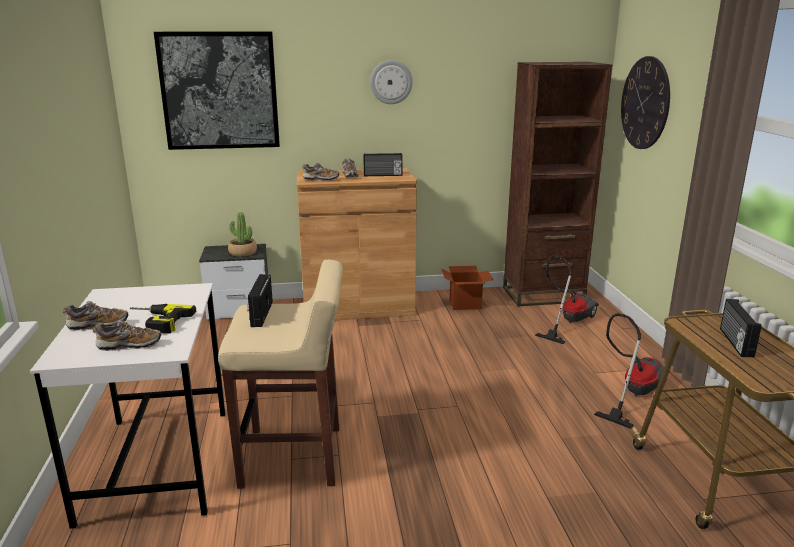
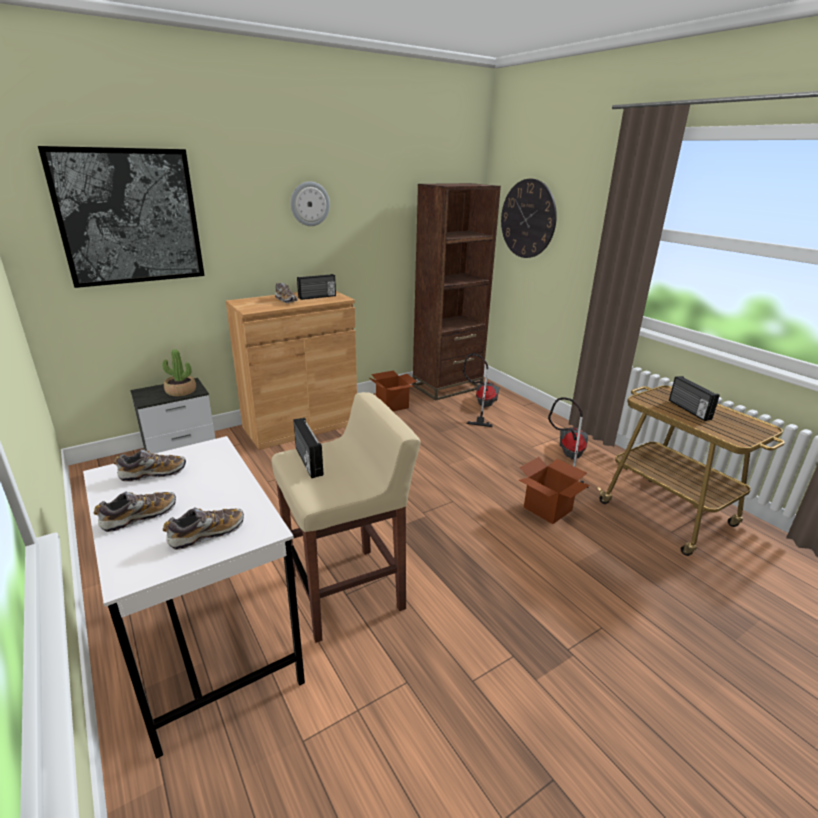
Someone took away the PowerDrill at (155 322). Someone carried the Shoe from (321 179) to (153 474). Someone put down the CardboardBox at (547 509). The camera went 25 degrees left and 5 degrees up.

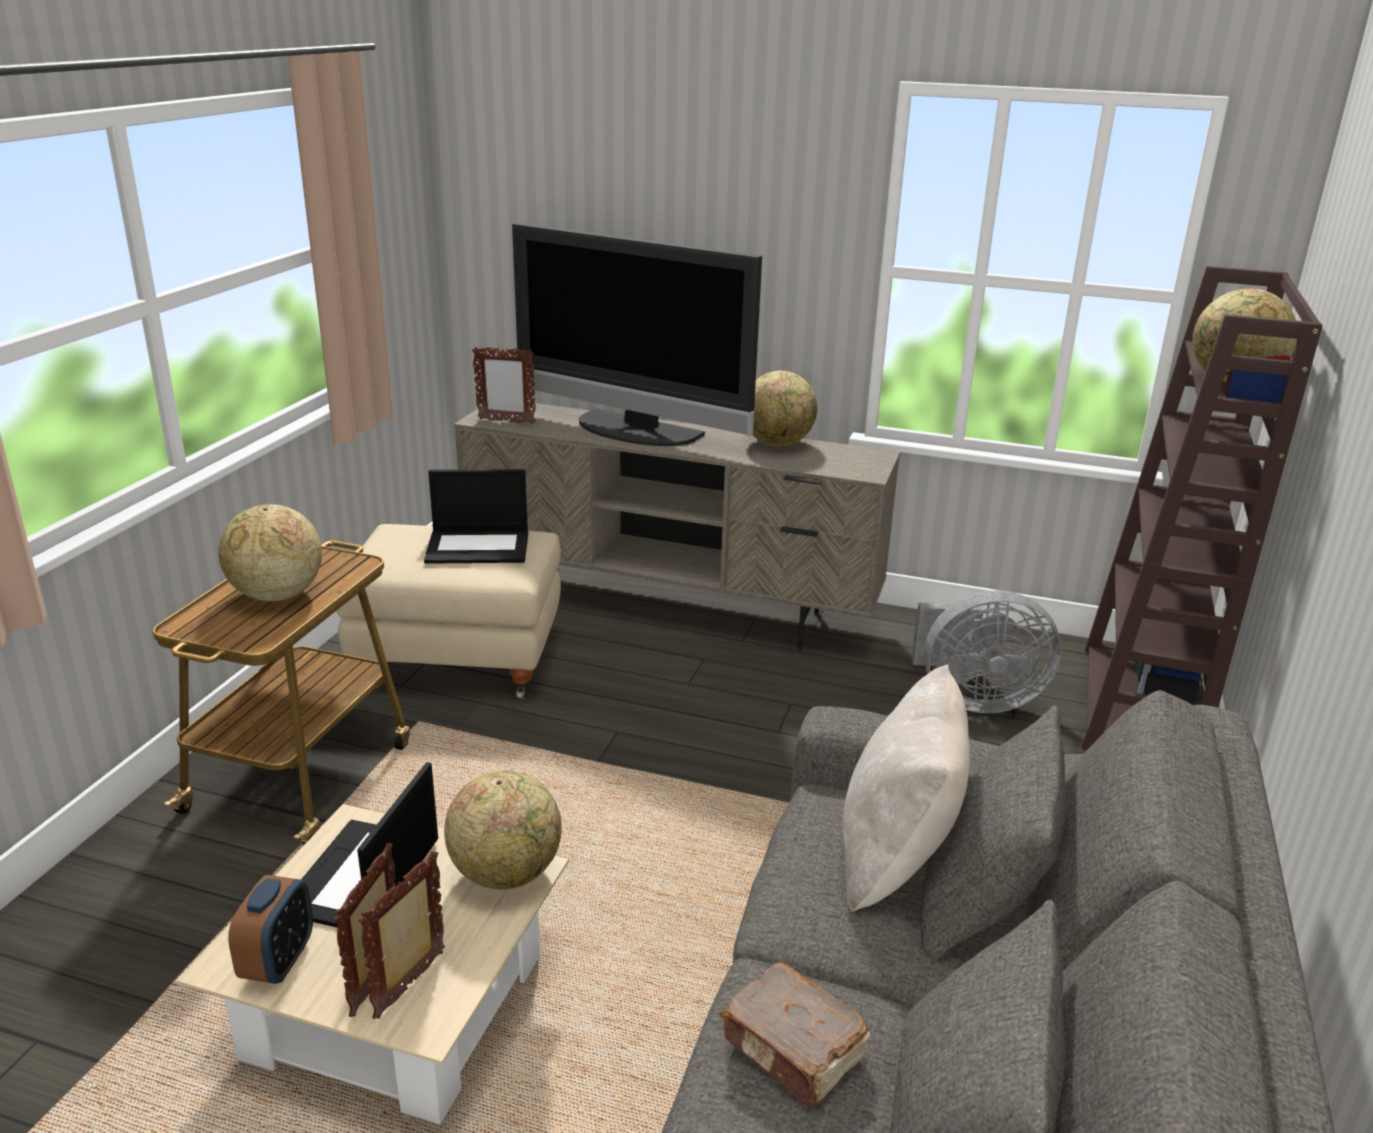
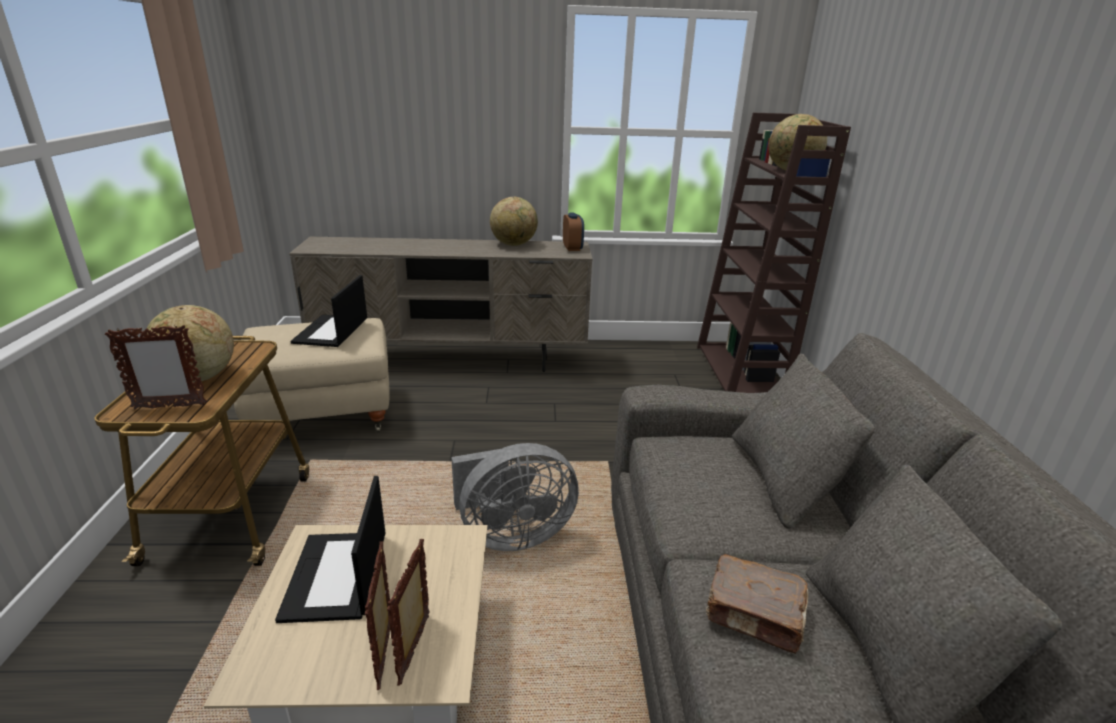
Someone carried the AlarmClock from (278 962) to (572 248). Someone rotated the Laptop at (479 547) by 120 degrees clockwise. Someone took away the Globe at (506 873). Someone carried the PictureFrame from (506 421) to (169 406). Someone took away the Television at (633 431). Someone took away the BeigePillow at (896 856). Someone carried the GreyFan from (974 699) to (511 535). The camera went 20 degrees left and 0 degrees up.

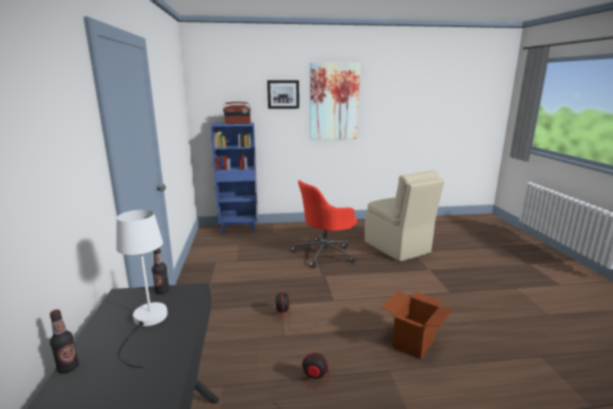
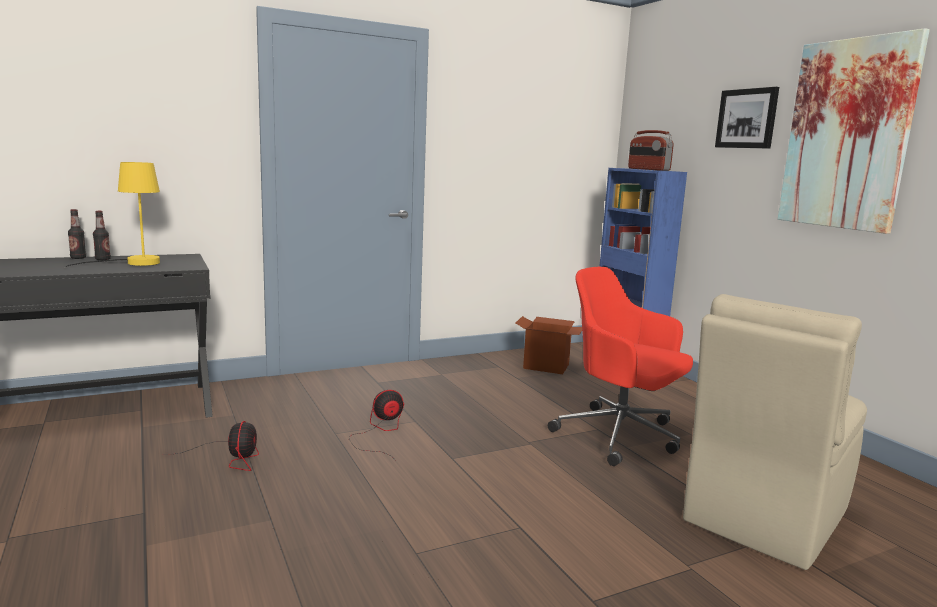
Someone repainted the WhiteTableLamp at (146 323), which became the YellowTableLamp at (133 263). Someone carried the Bottle from (162 290) to (102 259). Someone carried the CardboardBox from (413 342) to (546 366). The camera went 70 degrees right and 5 degrees down.

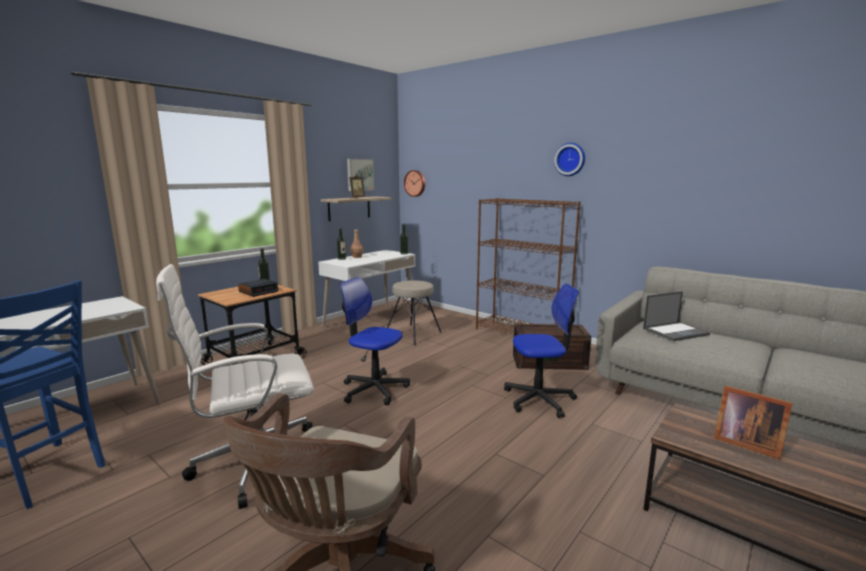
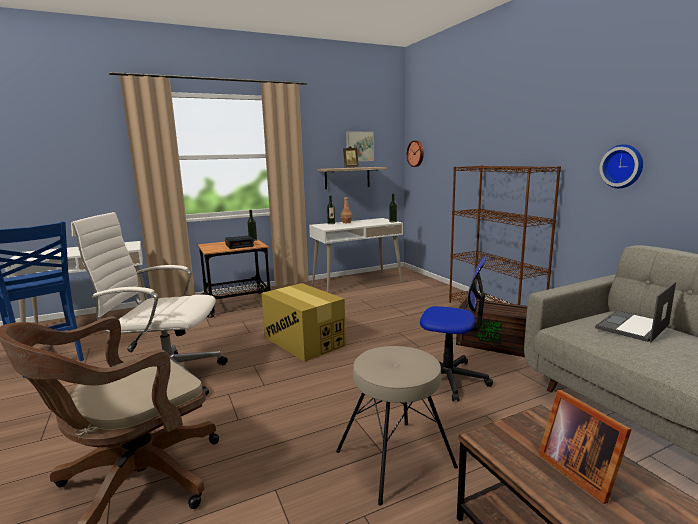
Someone swapped the OfficeChair at (374 389) for the CardboardBox at (304 341). Someone carried the BeigeStool from (413 334) to (396 459). Someone carried the WallClock from (570 159) to (623 166). Someone rotated the Laptop at (675 331) by 135 degrees clockwise. The camera went 25 degrees right and 0 degrees up.

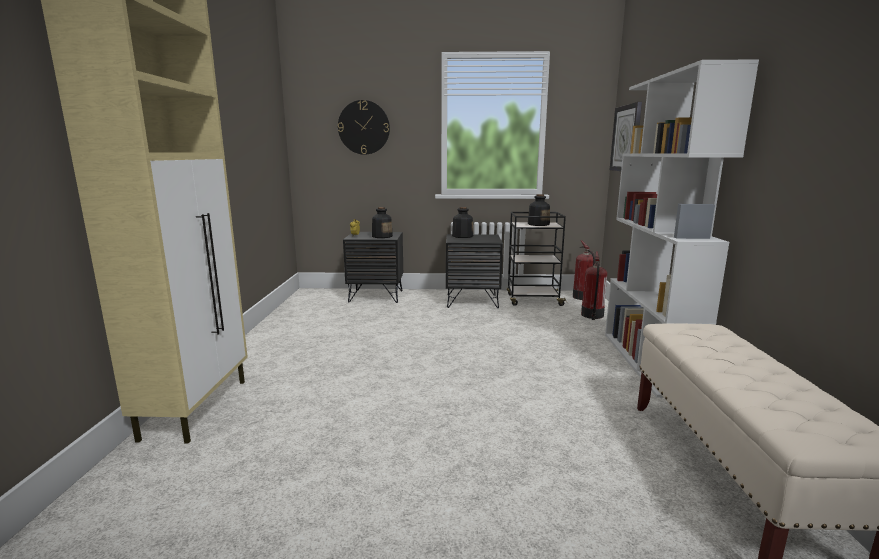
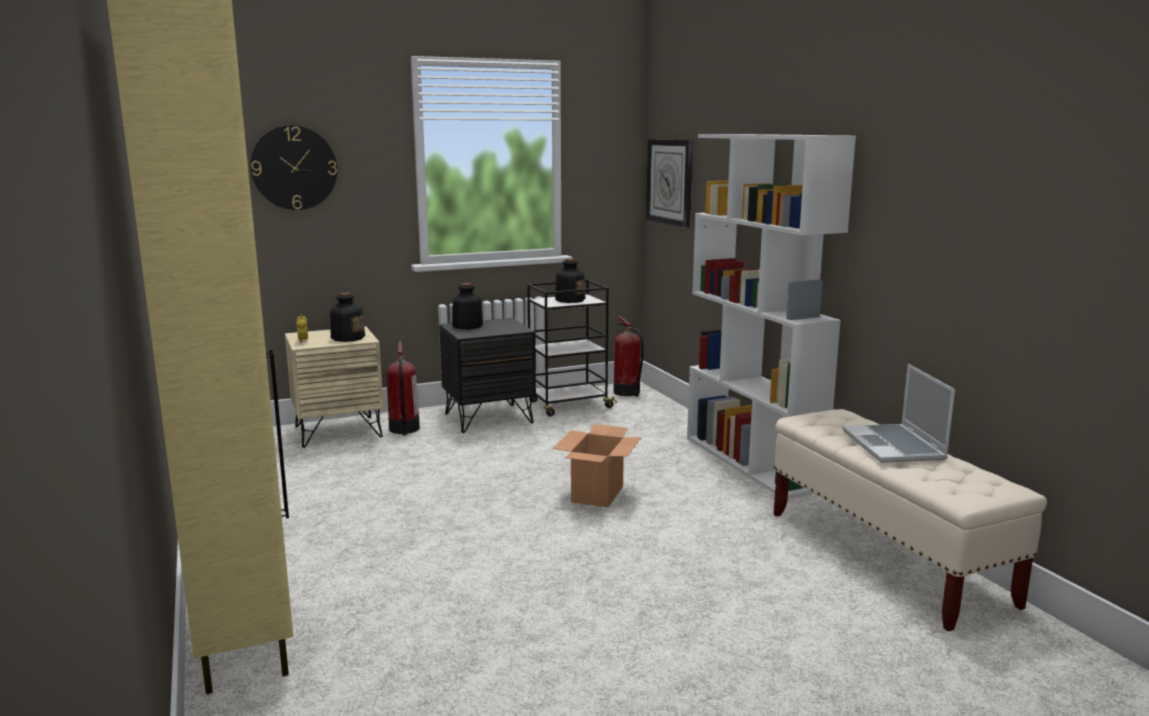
Someone repainted the BlackNightstand at (376 296), which became the BeigeNightstand at (338 431). Someone carried the FireExtinguisher from (592 315) to (404 429). Someone put down the CardboardBox at (597 494). Someone put down the Laptop at (895 446). The camera went 25 degrees left and 0 degrees up.

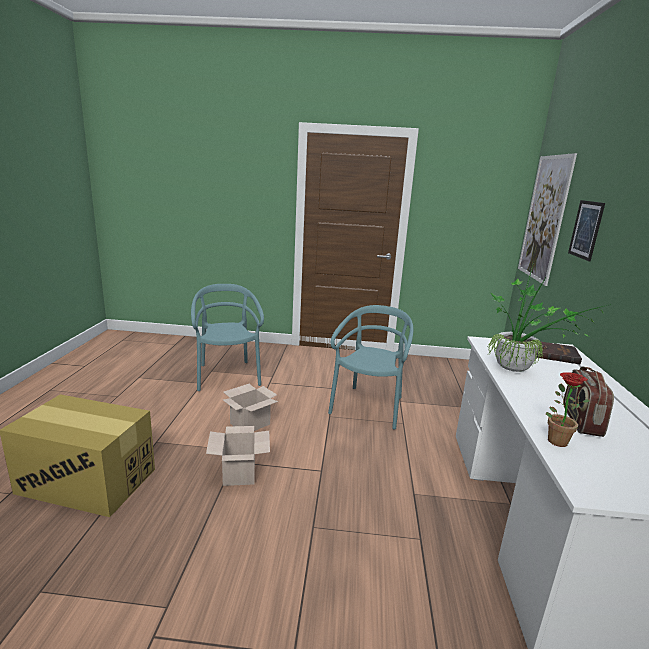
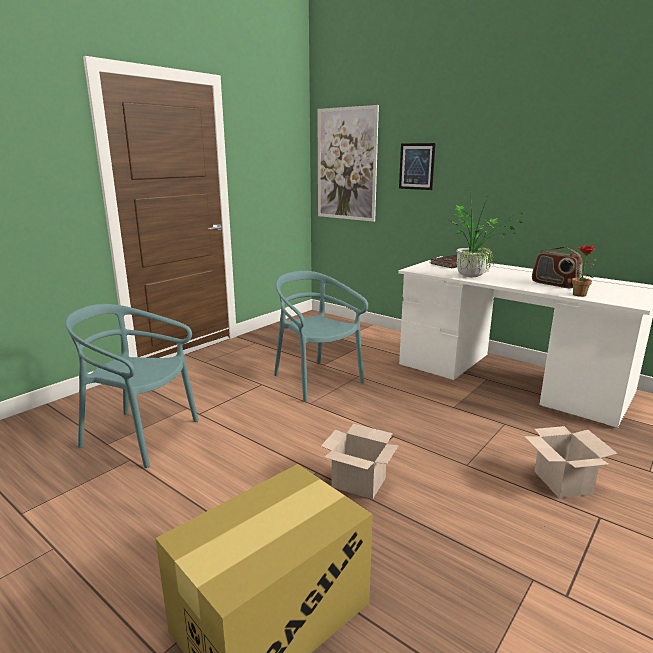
Someone carried the CardboardBox from (250 423) to (561 482). The camera went 55 degrees left and 0 degrees up.

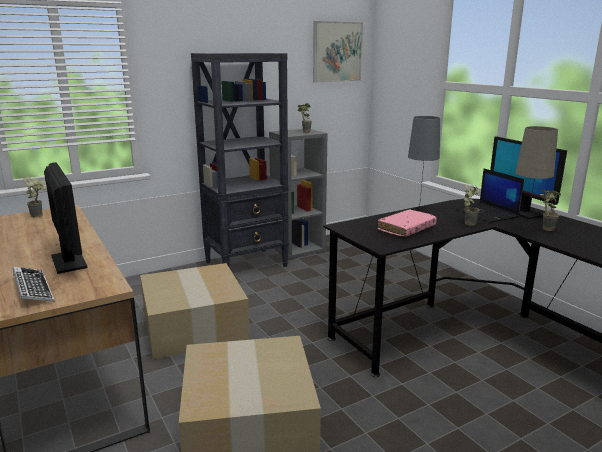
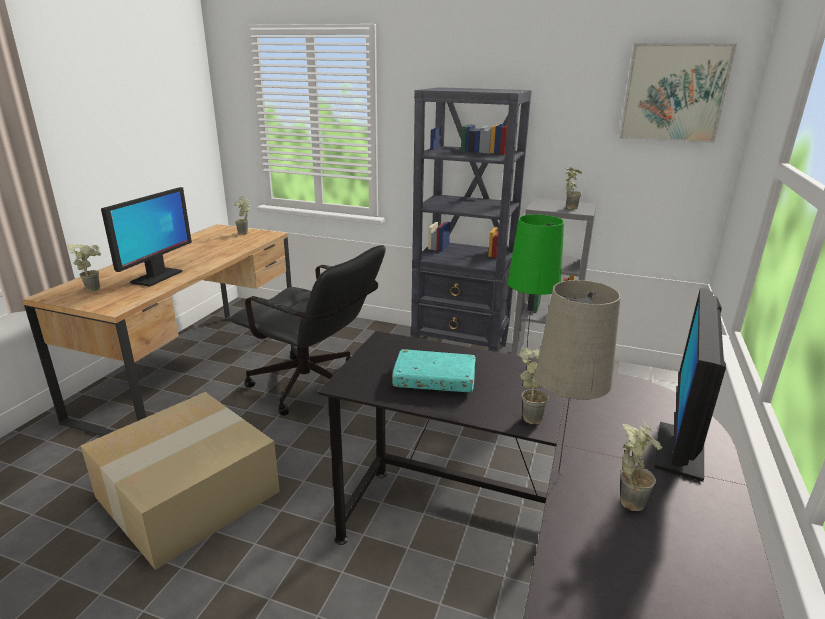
Someone swapped the Keyboard at (33 289) for the PottedPlant at (94 288). Someone swapped the CardboardBox at (196 326) for the BlackOfficeChair at (314 387). Someone repainted the PinkBook at (406 229), which became the TurquoiseBook at (434 379). Someone repainted the GreyTableLamp at (419 211), which became the GreenTableLamp at (524 367). Someone took away the Laptop at (486 213). The camera went 50 degrees right and 5 degrees up.

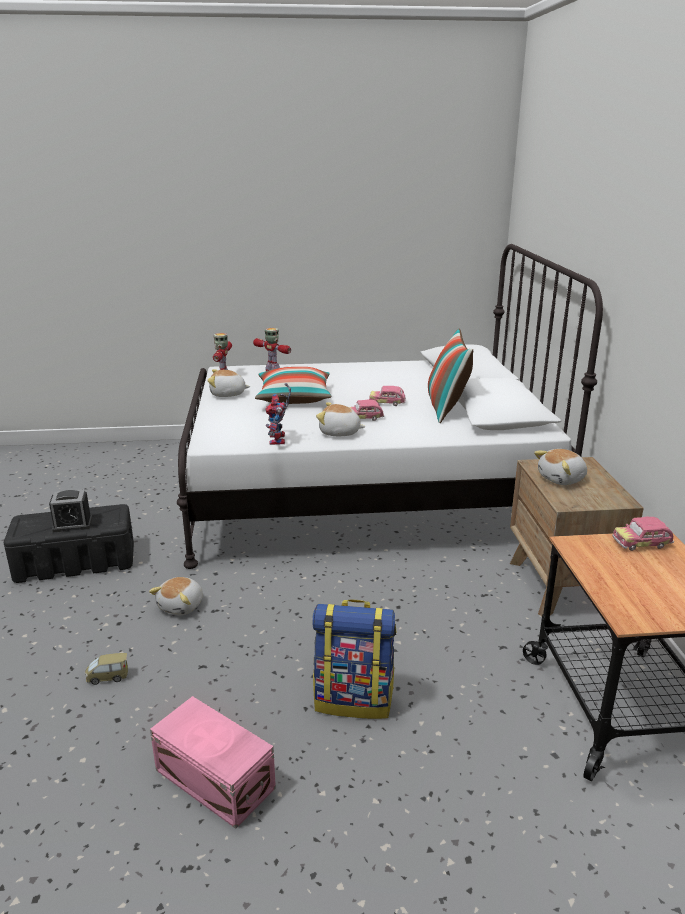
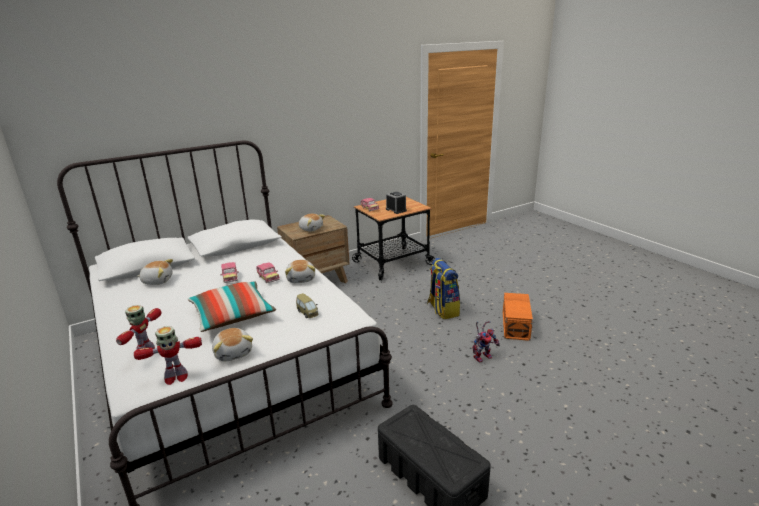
Someone carried the AlarmClock from (72 524) to (396 210). Someone carried the ToyCar from (108 677) to (307 313). Someone carried the PlushToy from (182 606) to (157 280). Someone repainted the PinkStorageBox at (215 781), which became the OrangeStorageBox at (516 325). Someone carried the ToyRobot from (279 440) to (483 356). Someone took away the Pillow at (447 409). The camera went 115 degrees left and 0 degrees up.

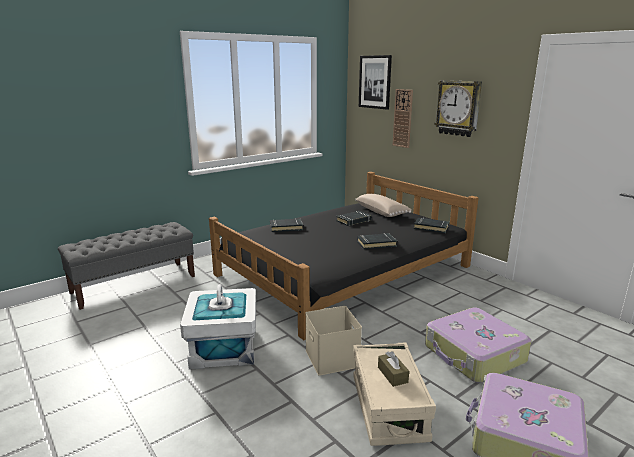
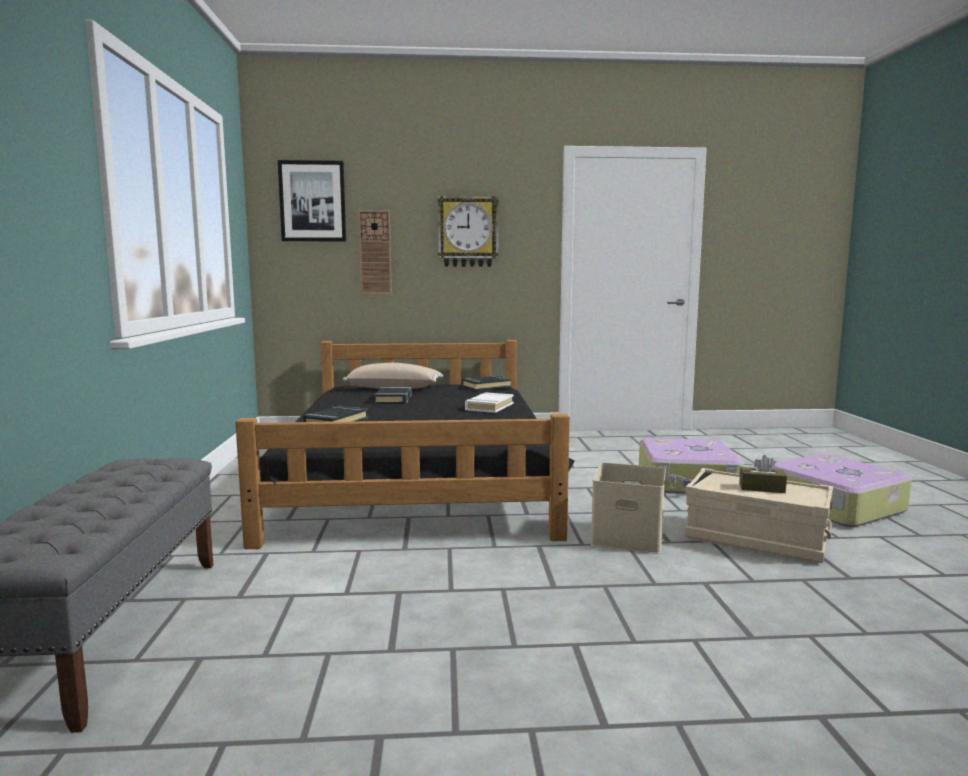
Someone took away the WhiteStorageBox at (224 348). Someone repainted the BlackBook at (376 244), which became the WhiteBook at (489 407). The camera went 55 degrees left and 10 degrees down.

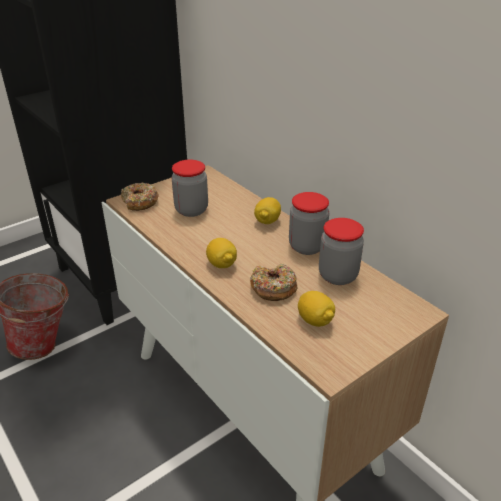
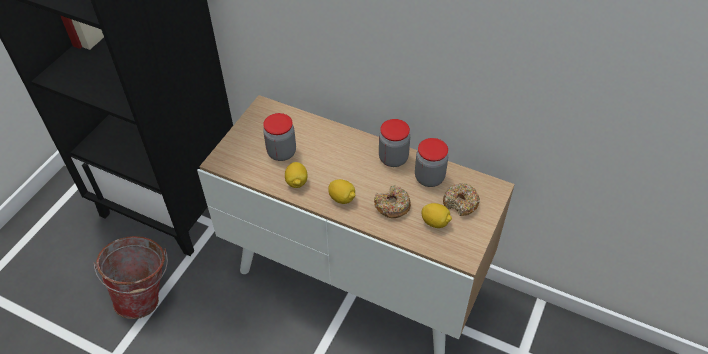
Someone carried the Donut from (140 202) to (460 203). Someone carried the Lemon from (267 221) to (296 182). The camera went 25 degrees left and 15 degrees up.

